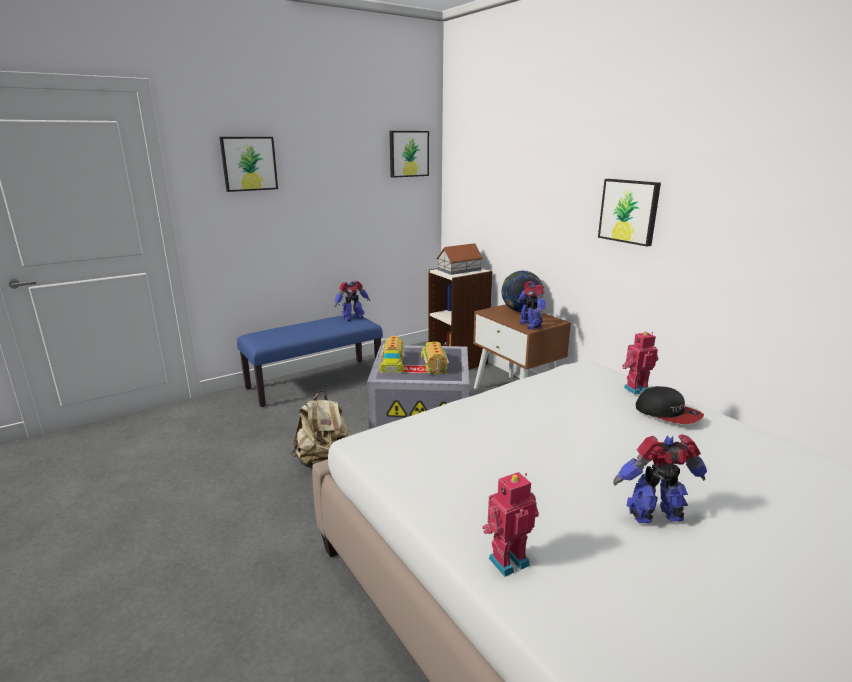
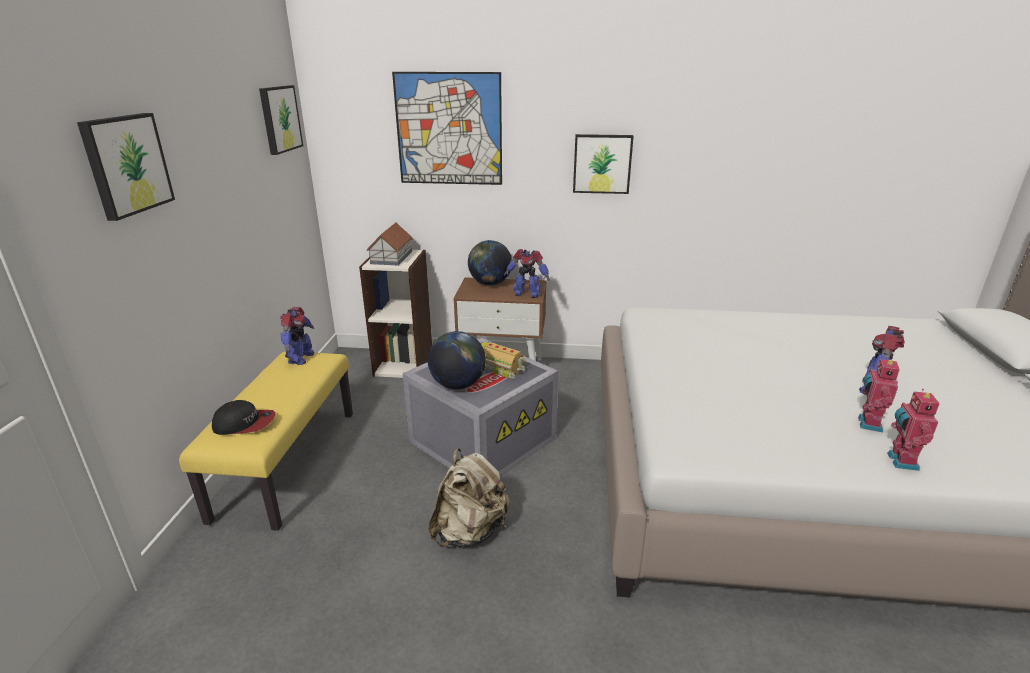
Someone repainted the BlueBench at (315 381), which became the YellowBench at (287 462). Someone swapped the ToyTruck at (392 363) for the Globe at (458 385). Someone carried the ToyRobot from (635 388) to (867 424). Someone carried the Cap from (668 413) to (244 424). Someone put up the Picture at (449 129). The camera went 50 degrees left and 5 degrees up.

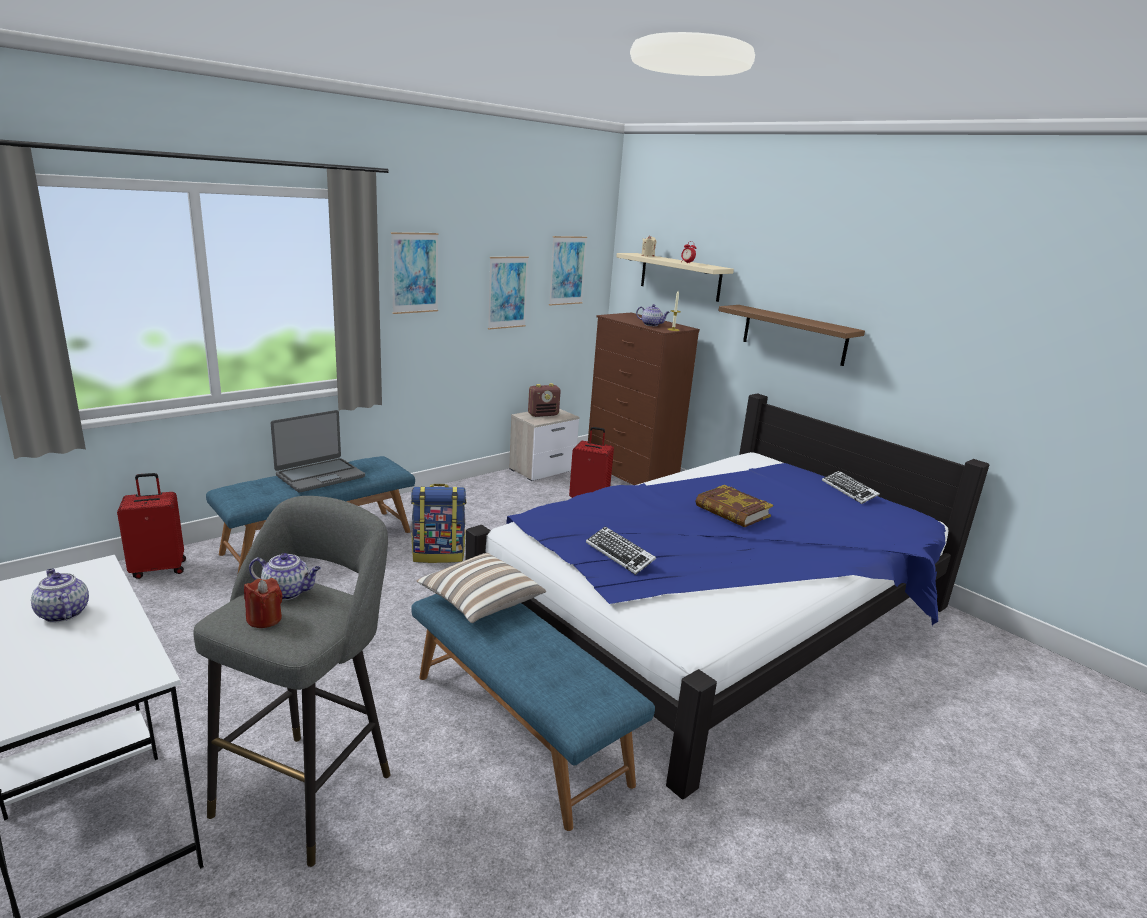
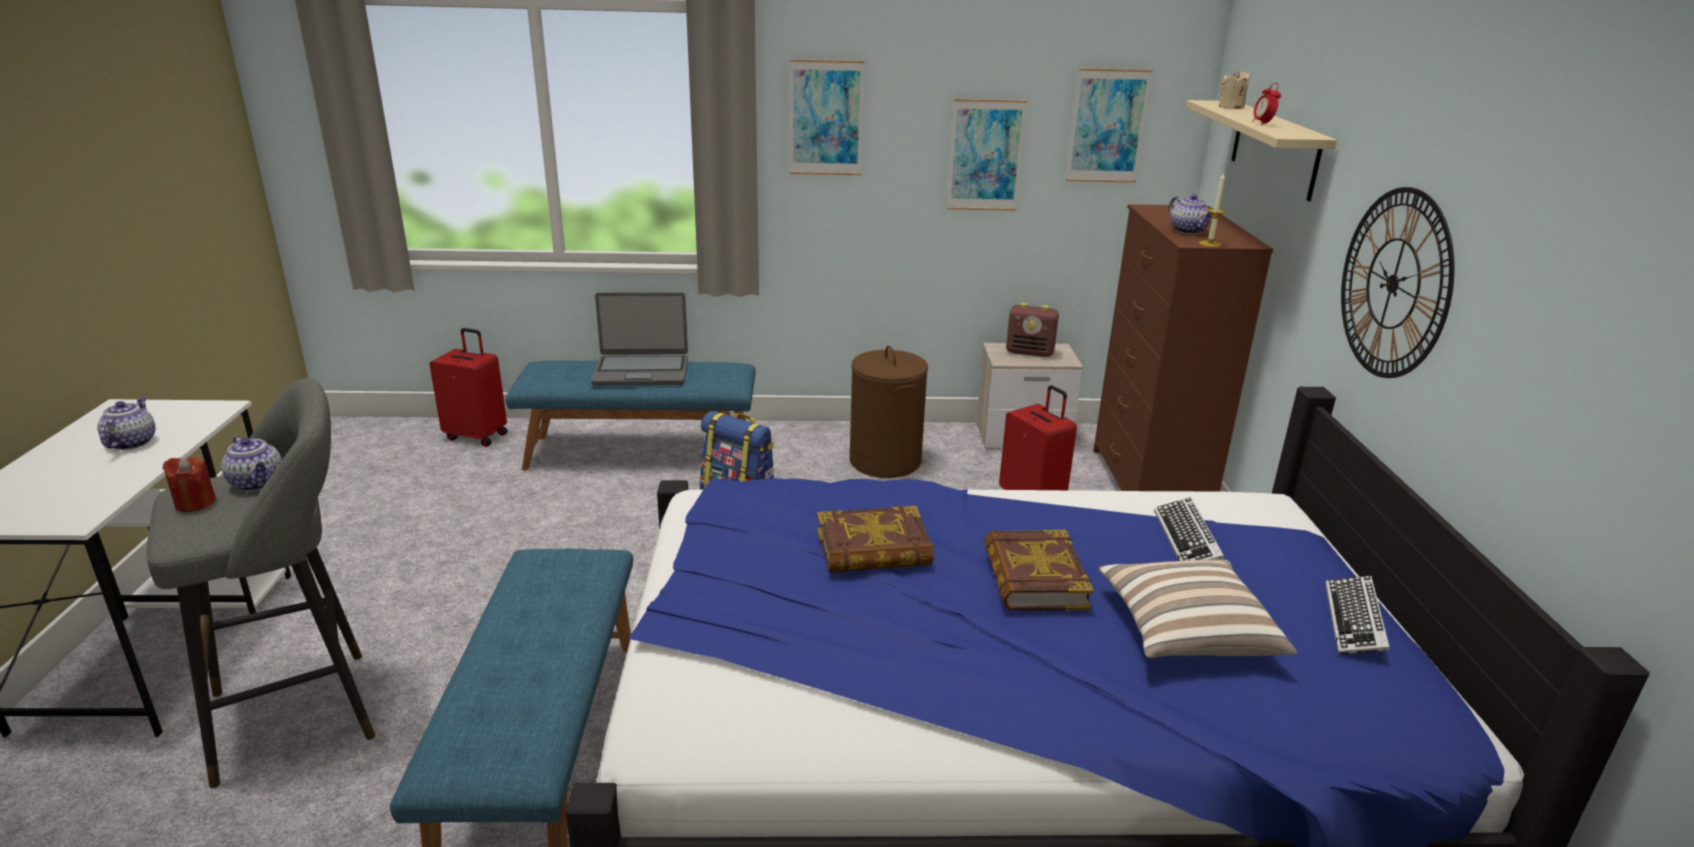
Someone carried the Pillow from (480 603) to (1185 632). Someone carried the Keyboard from (619 554) to (1186 539). Someone swapped the BrownShelf at (794 335) for the WallClock at (1393 283). Someone put down the Book at (873 549). Someone put down the BrownLaundryBasket at (885 461). The camera went 40 degrees right and 5 degrees up.

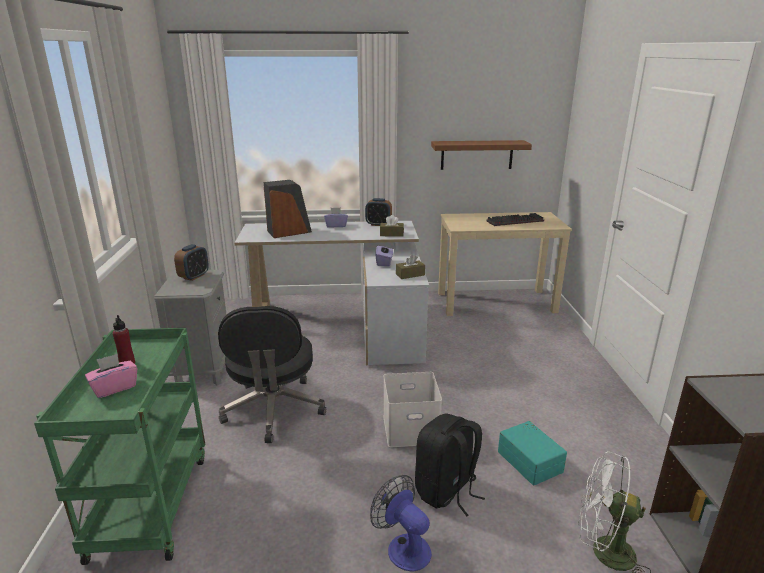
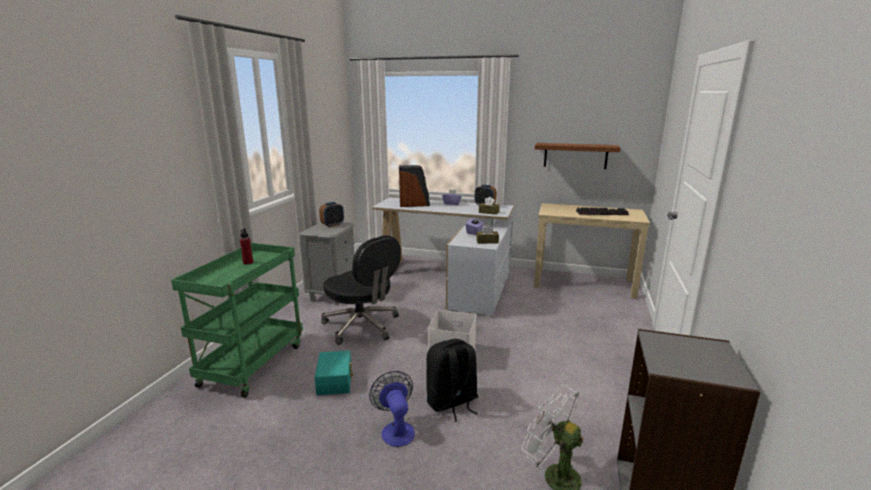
Someone took away the PinkTissueBox at (114 387). Someone rotated the BlackOfficeChair at (273 410) by 60 degrees counterclockwise. Someone carried the TurquoiseStorageBox from (531 461) to (336 380). The camera went 20 degrees right and 5 degrees down.

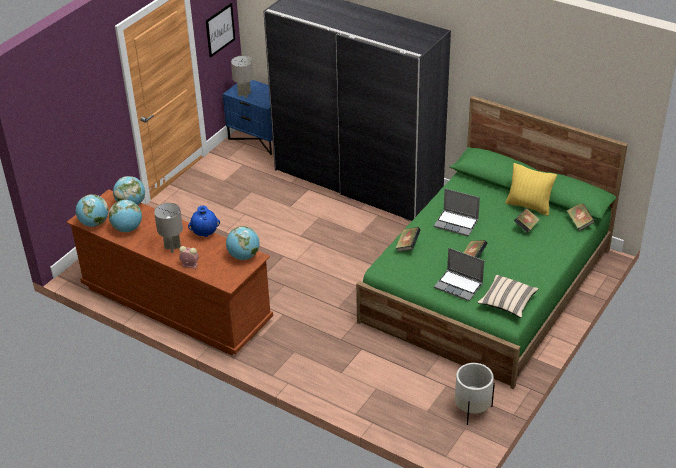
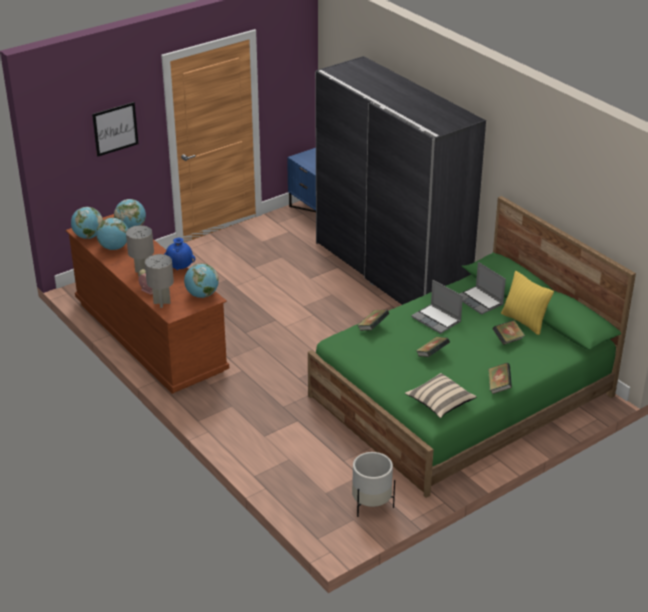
Someone carried the Picture from (220 30) to (115 129). Someone carried the GreyTableLamp from (244 94) to (162 302). Someone carried the Laptop from (459 286) to (480 301). Someone carried the Book from (579 223) to (499 386). The camera went 20 degrees right and 5 degrees down.

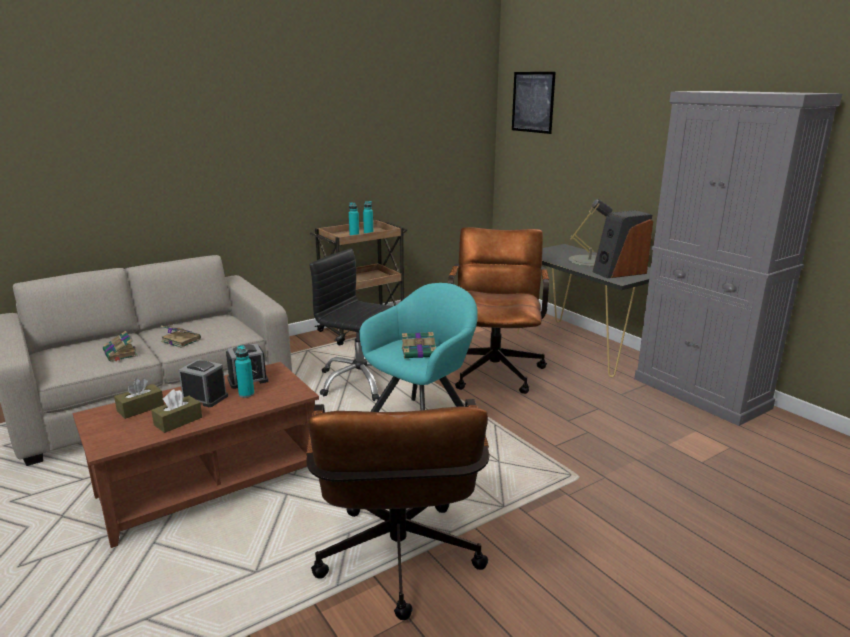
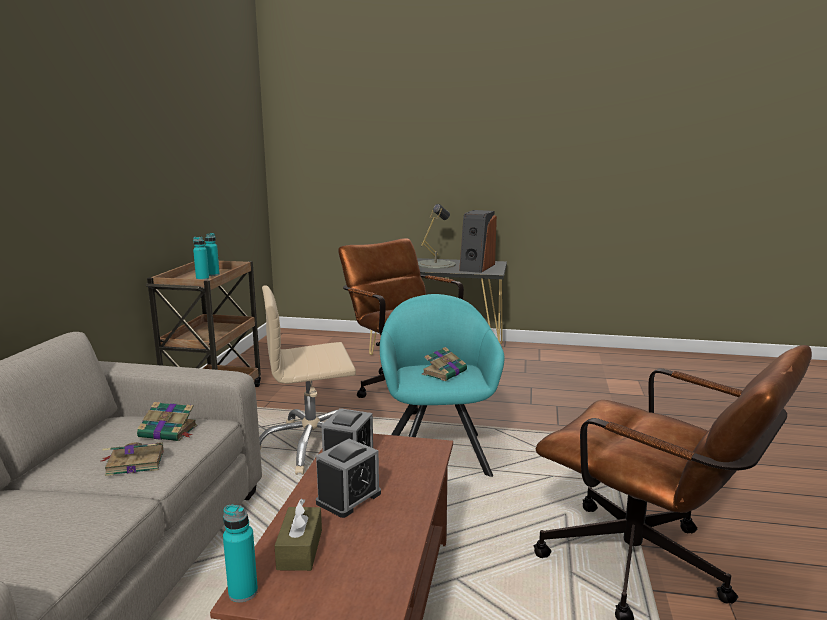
Someone carried the Book from (120 354) to (169 432). Someone took away the BrownTissueBox at (178 421). Someone rotated the AlarmClock at (205 398) by 150 degrees clockwise. Someone carried the TurquoiseBottle from (246 394) to (243 592). Someone repainted the BlackOfficeChair at (360 381), which became the BeigeOfficeChair at (311 446). Someone took away the Picture at (533 102). Someone took away the GreyCabinet at (700 393). The camera went 45 degrees left and 5 degrees down.

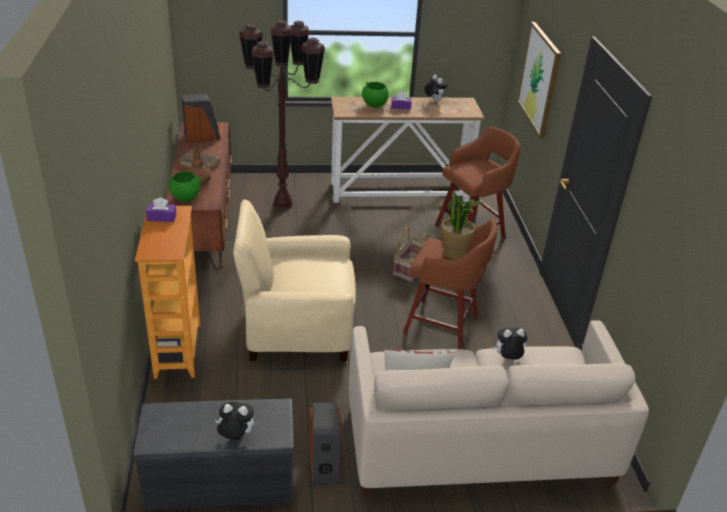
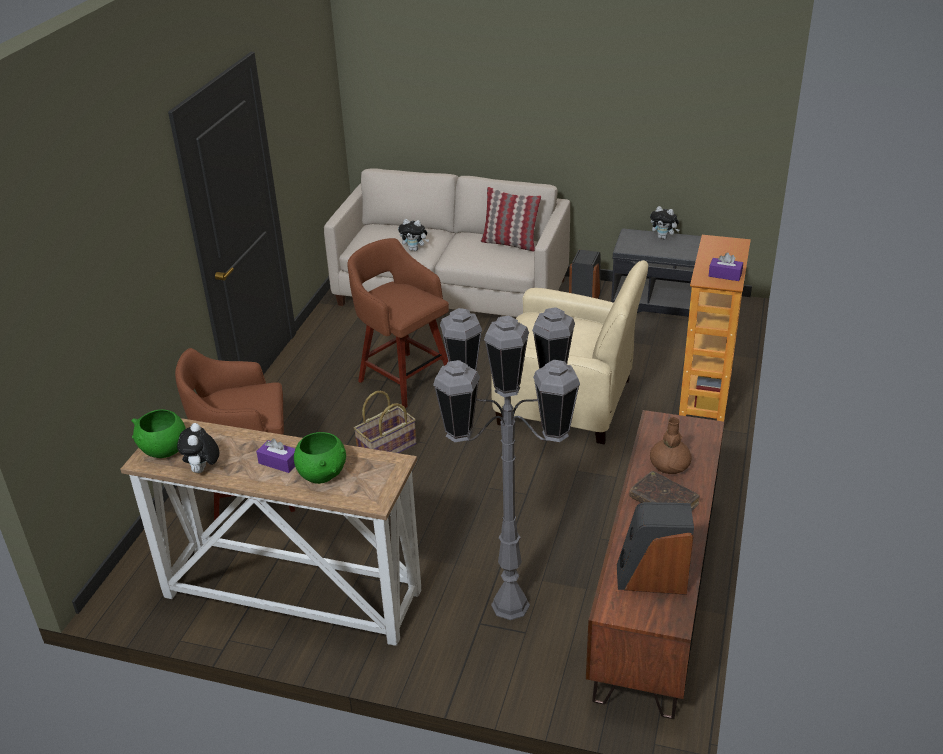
Someone carried the GreenBowl from (185 197) to (164 451). Someone repainted the BrownFloorLamp at (282 203), which became the GreyFloorLamp at (510 606). Someone took away the PottedPlant at (455 252). Someone took away the Picture at (539 79). The camera went 155 degrees left and 0 degrees up.

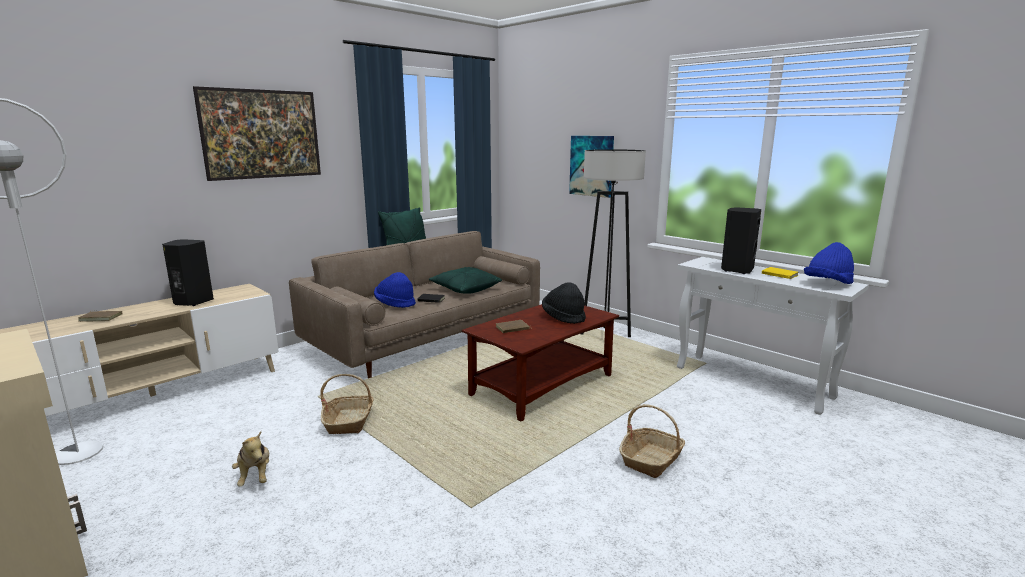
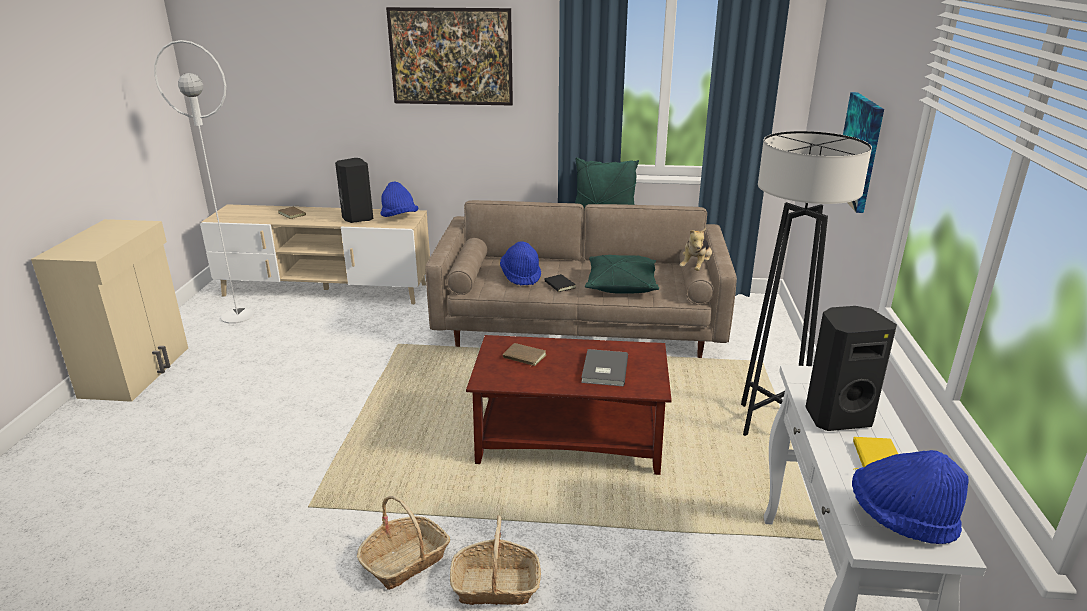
Someone carried the PlushToy from (255 476) to (696 267). Someone carried the Basket from (349 421) to (405 561). Someone swapped the BlackHat at (563 317) for the GreyBook at (603 370). Someone put down the BlueHat at (399 217). The camera went 50 degrees right and 10 degrees up.

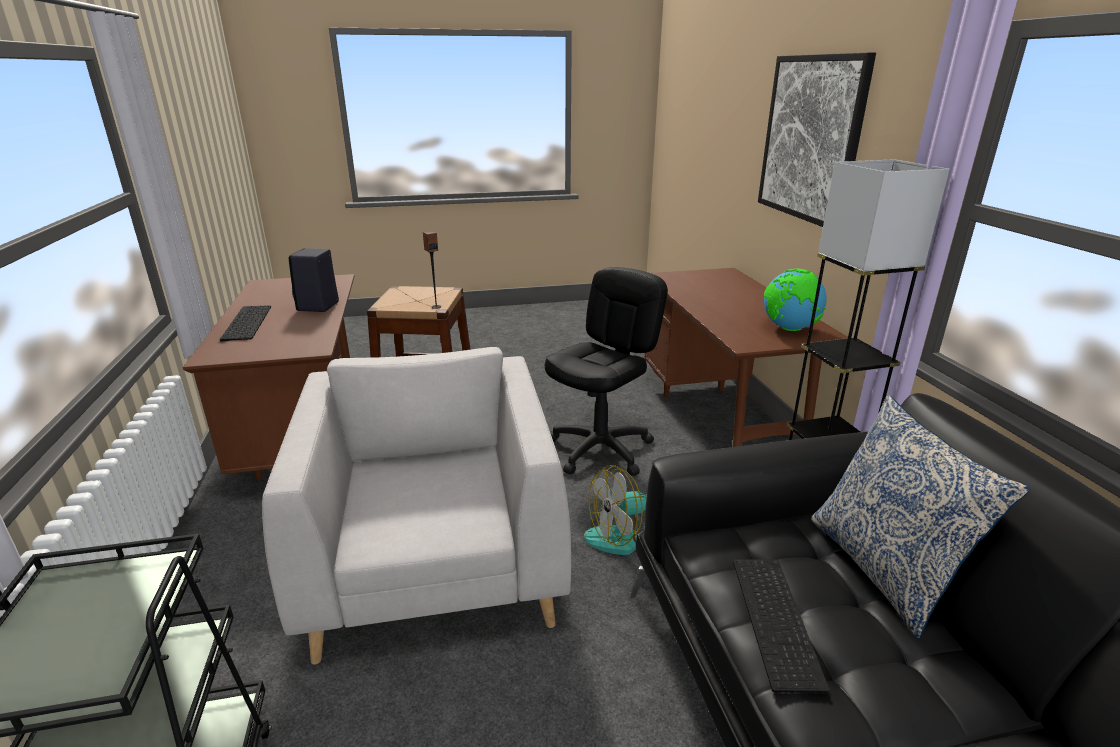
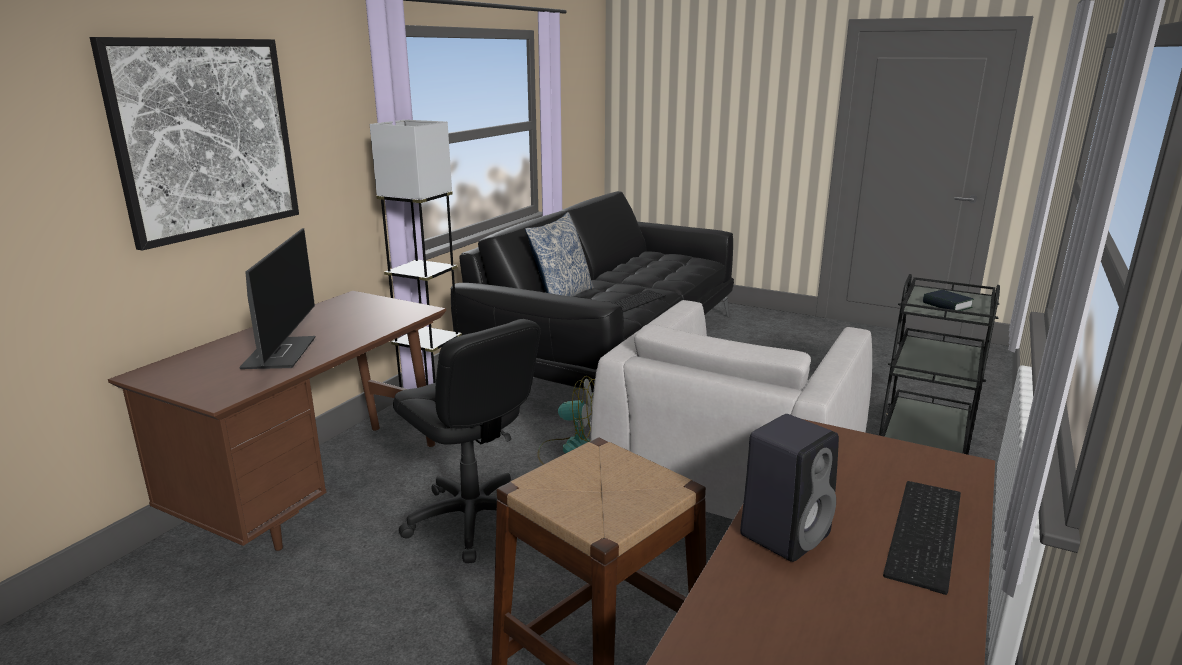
Someone took away the Speaker at (436 307). Someone rotated the BlackOfficeChair at (600 449) by 120 degrees counterclockwise. Someone took away the Globe at (789 329). Someone put down the Monitor at (279 353). Someone put down the Book at (947 305). The camera went 140 degrees left and 5 degrees down.

